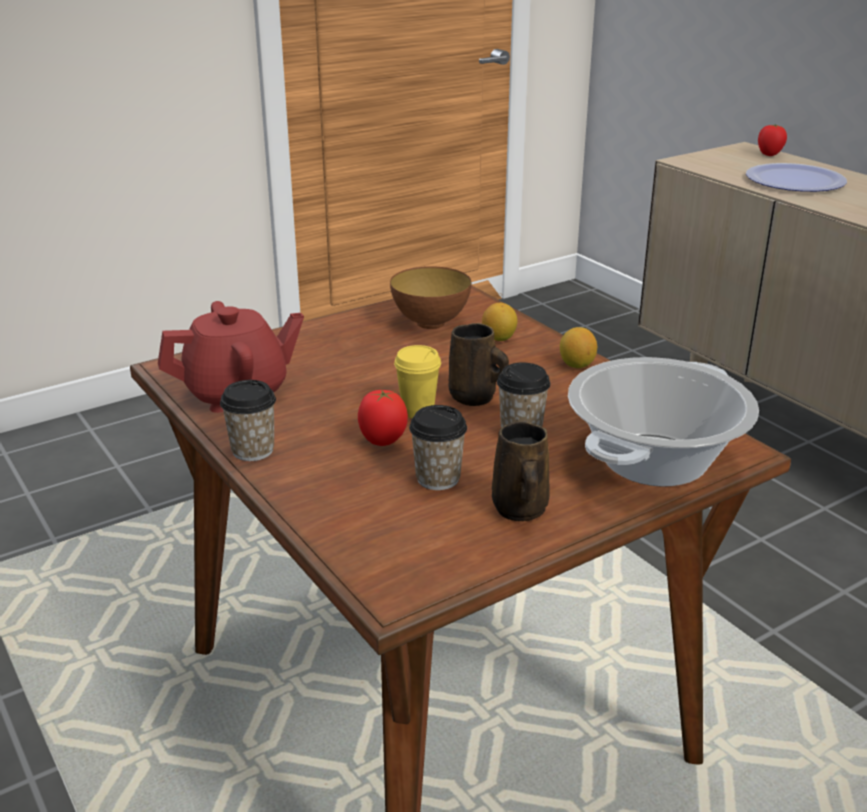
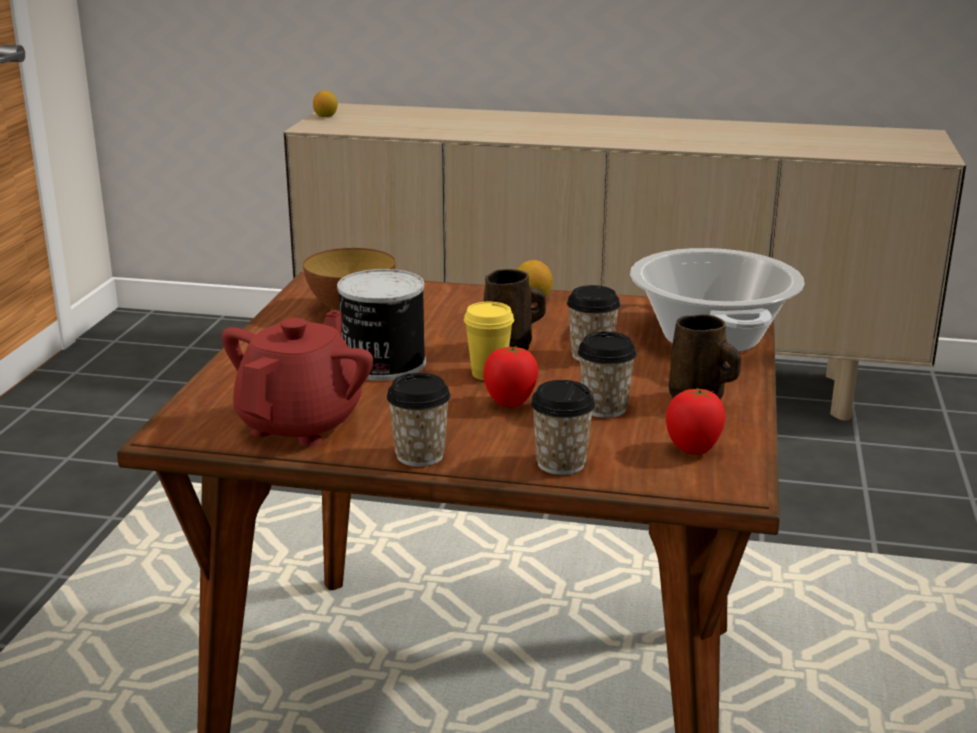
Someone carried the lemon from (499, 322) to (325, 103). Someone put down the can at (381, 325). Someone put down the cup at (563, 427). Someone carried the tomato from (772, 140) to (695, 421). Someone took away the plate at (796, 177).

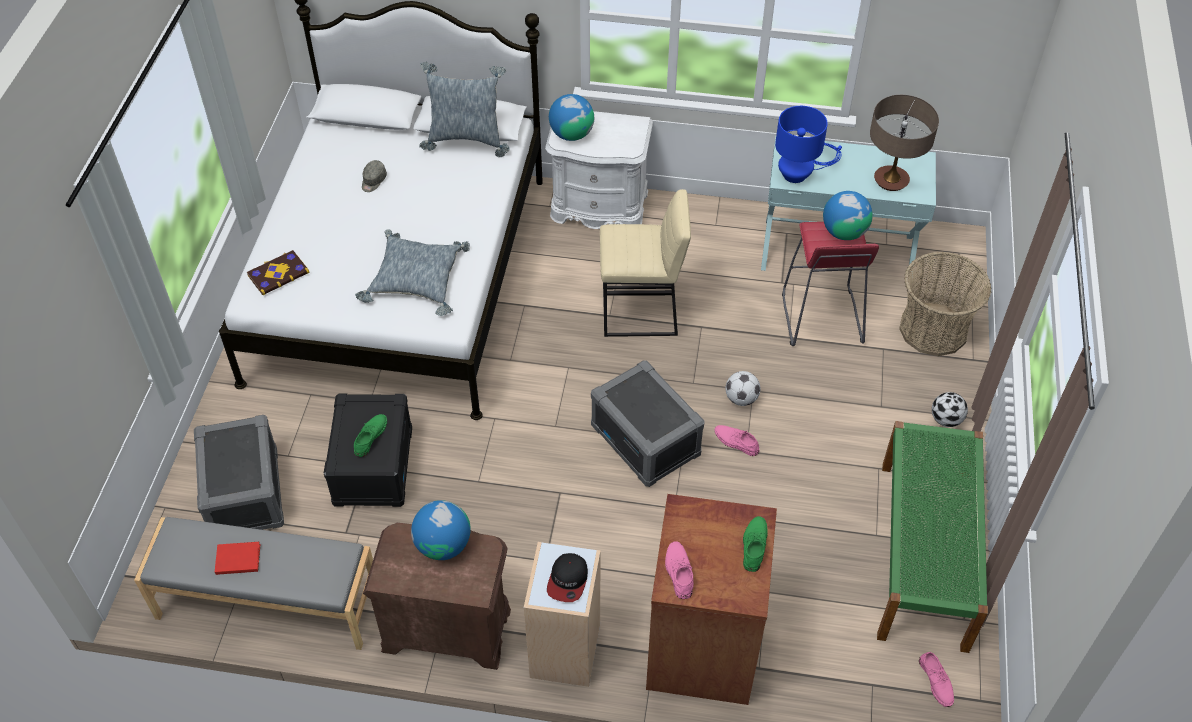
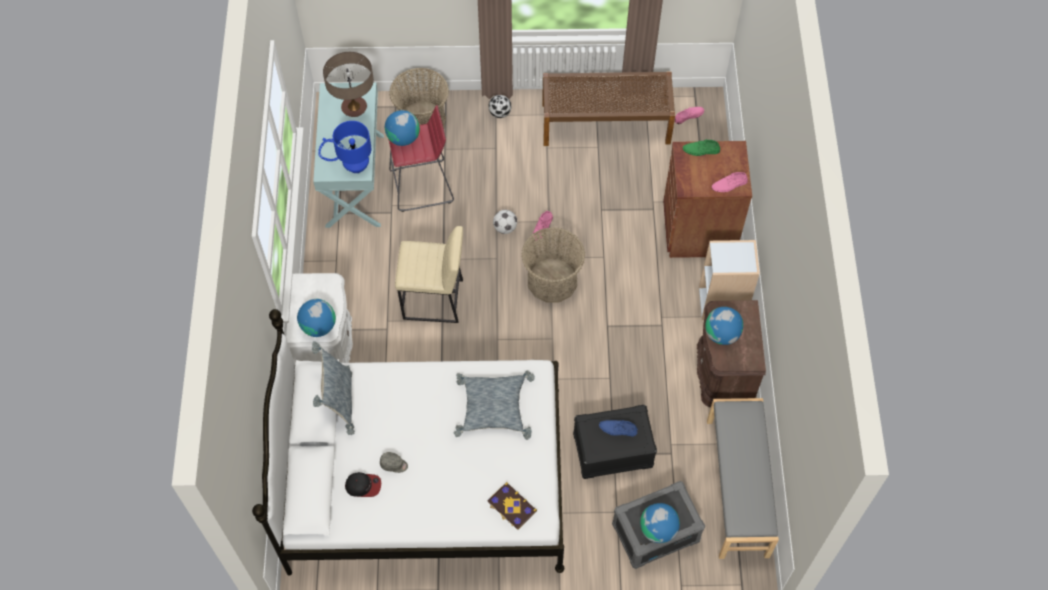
Someone carried the cap from (567, 577) to (363, 484). Someone rotated the chair in beige at (645, 263) by 105 degrees clockwise. Someone swapped the storage box in grey at (648, 423) for the basket at (553, 265). Someone repainted the bench in green at (932, 537), which became the bench in brown at (608, 109). Someone repainted the shoe in green at (370, 435), which became the shoe in blue at (618, 428). Someone put down the globe at (660, 523). Someone took away the book in red at (237, 558).

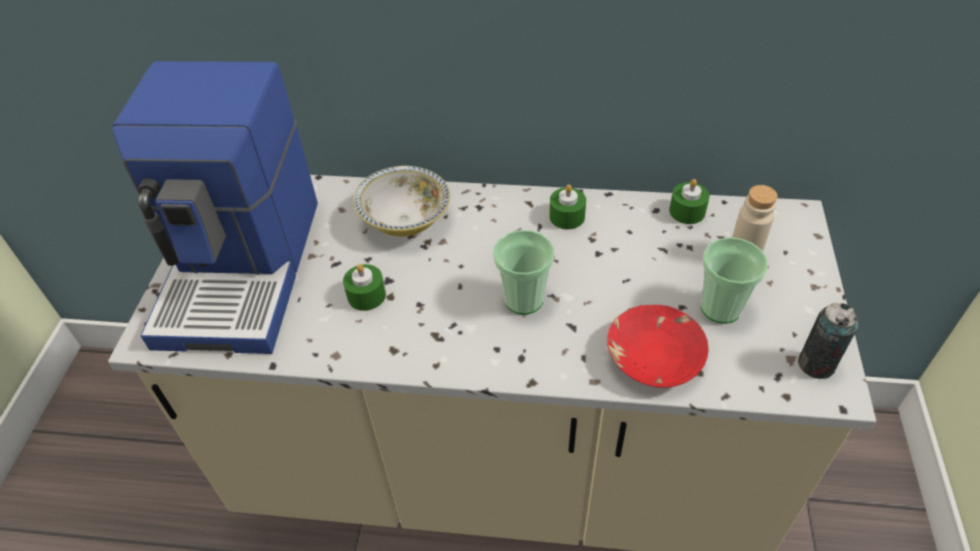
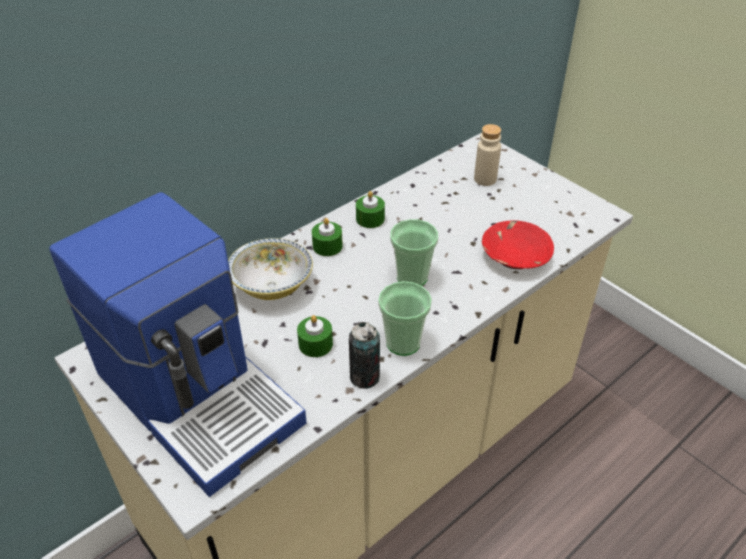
Someone carried the candle in green from (689, 201) to (327, 237). Someone carried the can from (828, 341) to (364, 355). Someone carried the cup from (734, 280) to (405, 318).

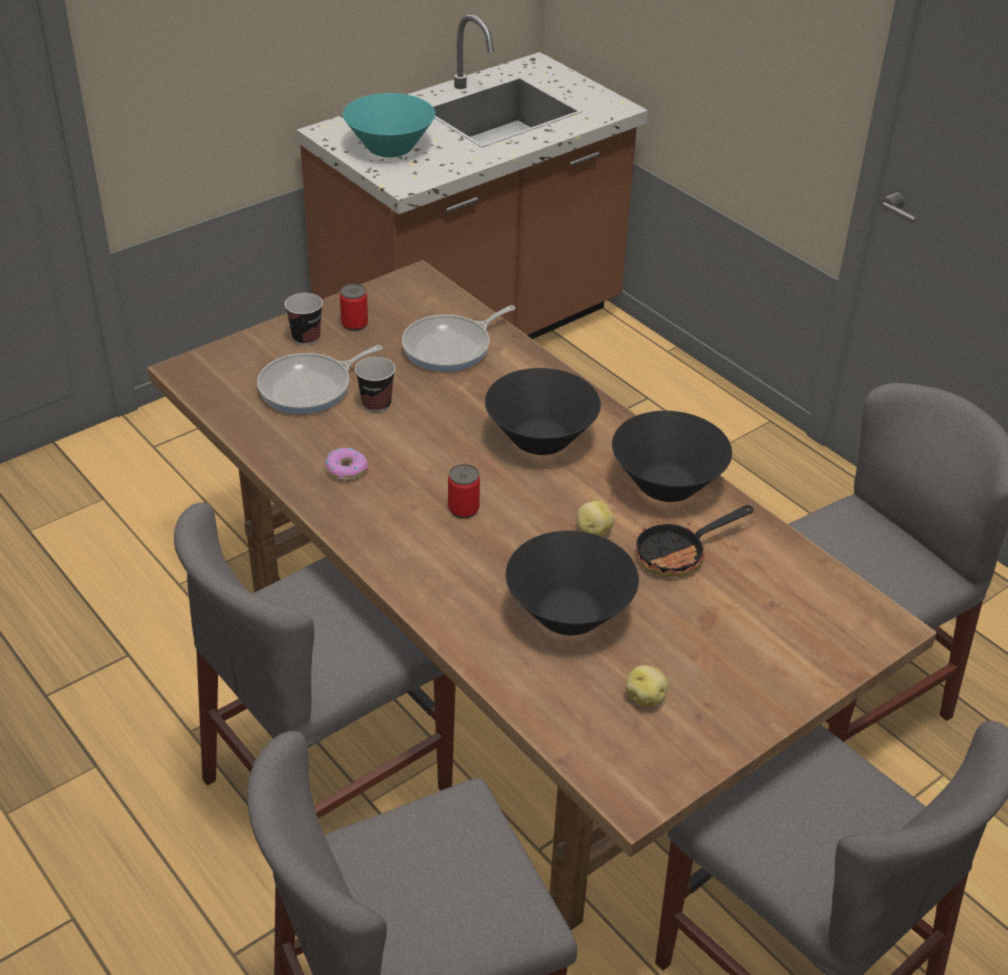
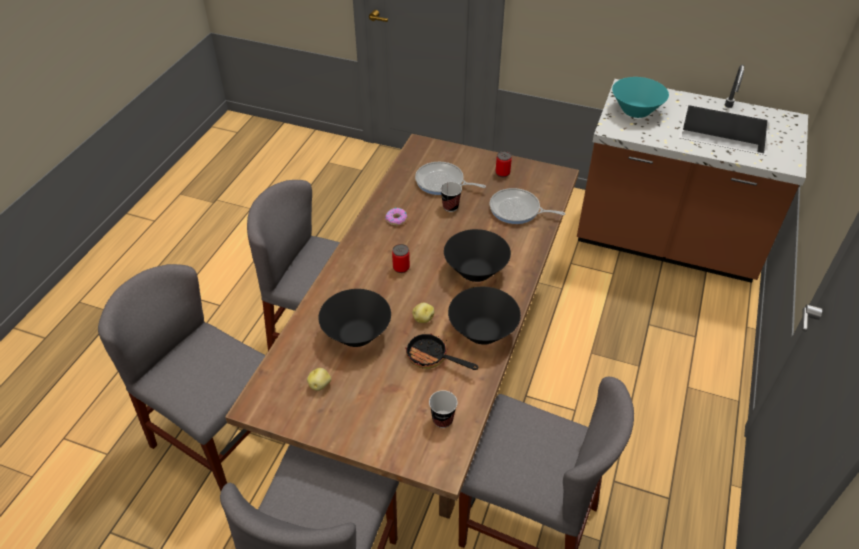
Someone carried the cup from (304, 319) to (443, 409).

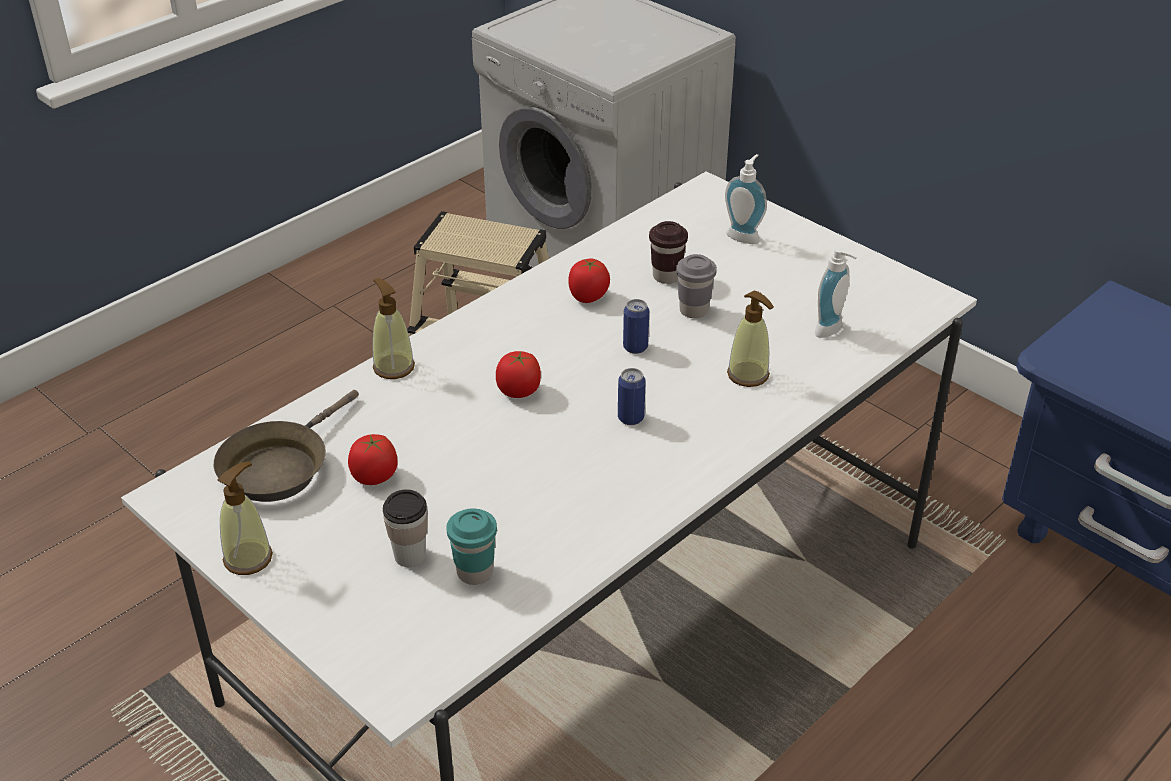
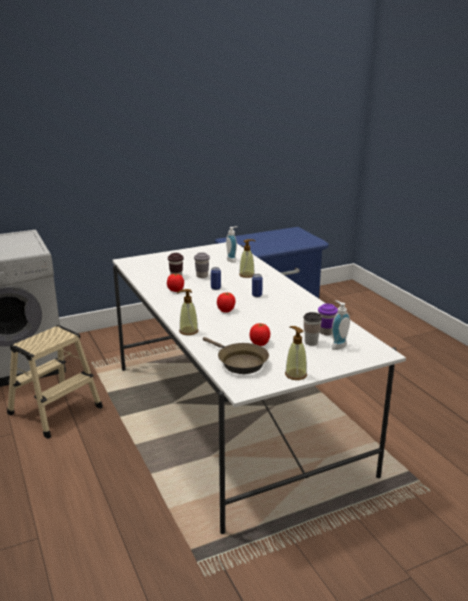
Someone repainted the cup in turquoise at (471, 546), which became the cup in purple at (328, 319). Someone carried the soap dispenser from (746, 199) to (341, 325).

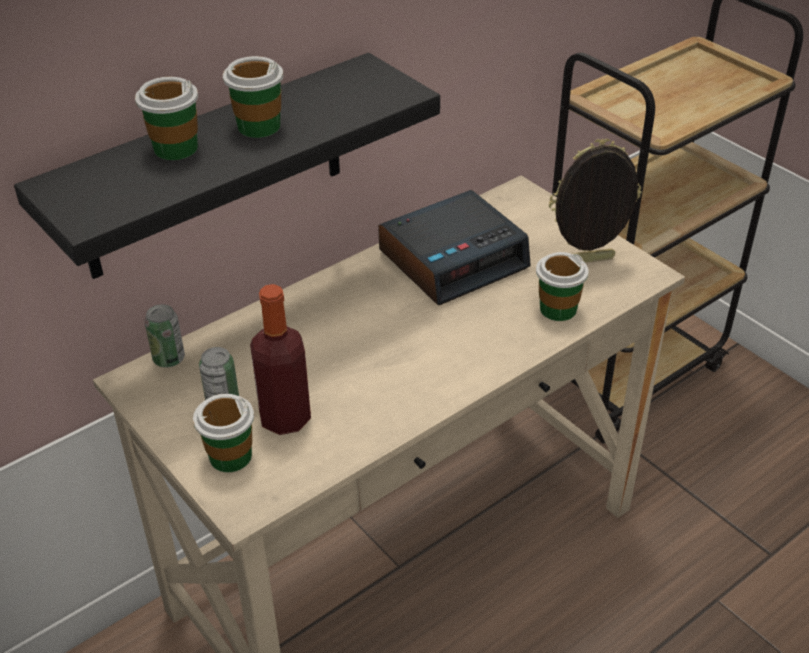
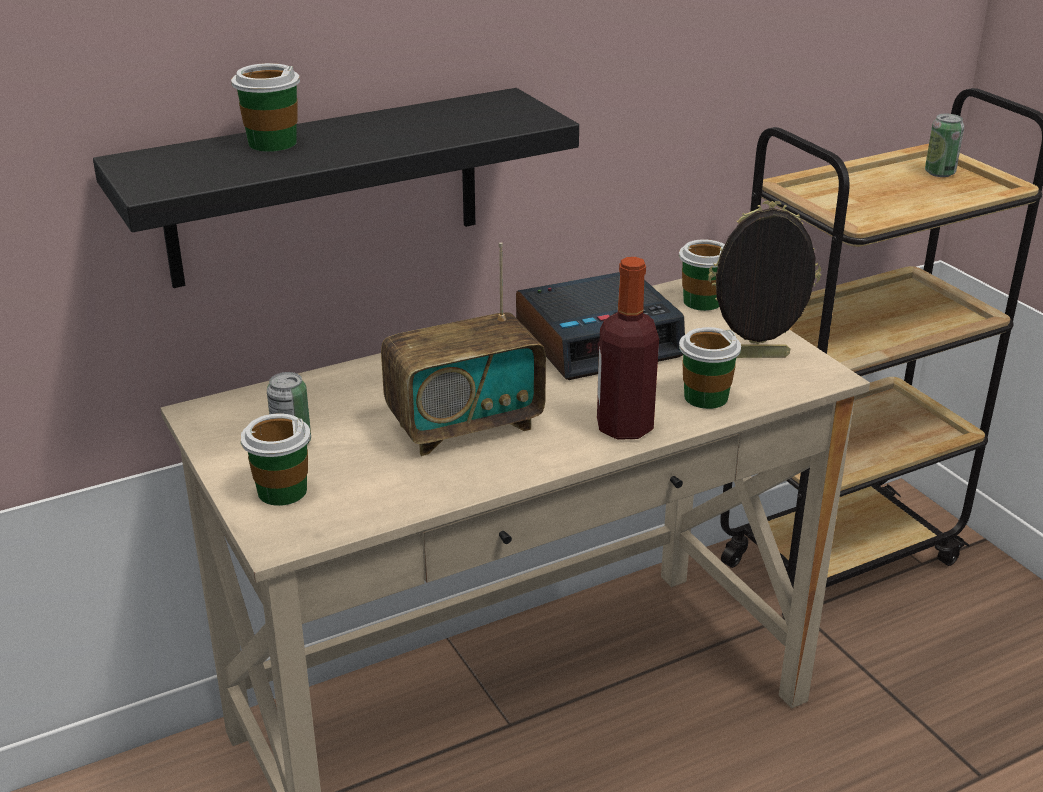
Someone put down the radio at (463, 349). Someone carried the bottle from (280, 359) to (628, 348). Someone carried the cup from (253, 97) to (702, 275). Someone carried the can from (164, 335) to (944, 145).

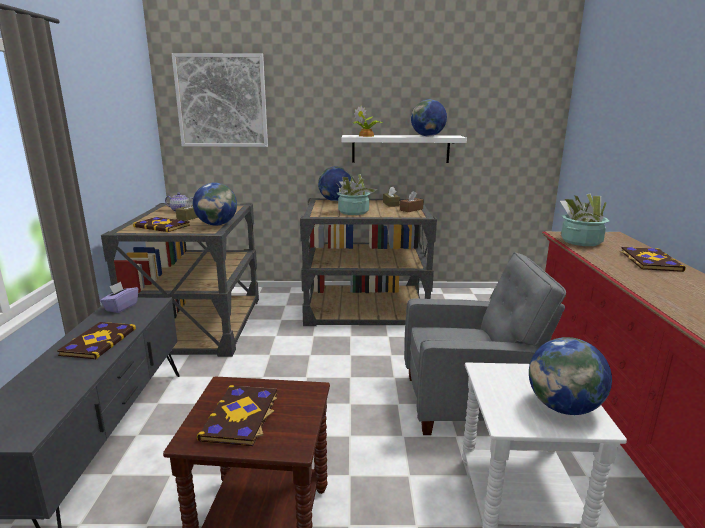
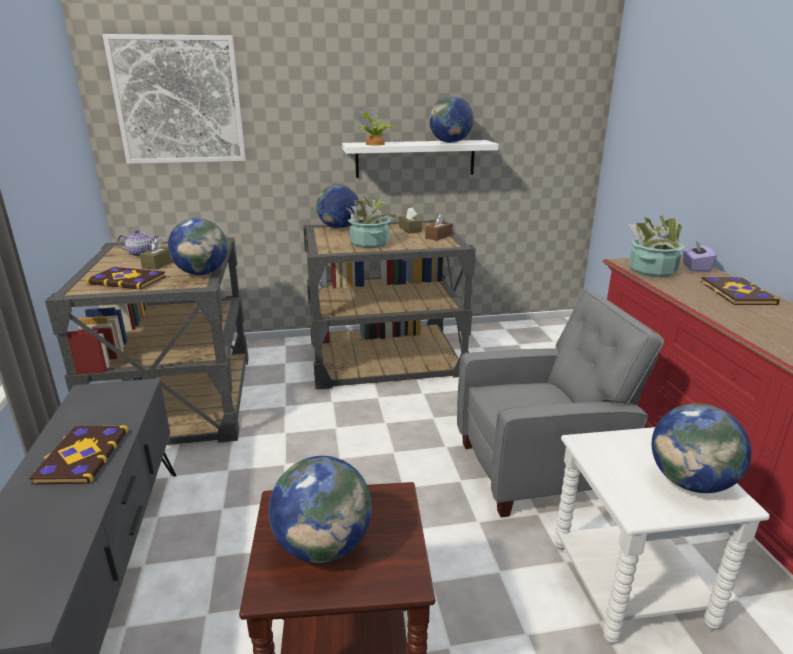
Someone swapped the book at (237, 415) for the globe at (320, 509). Someone carried the tissue box in purple from (119, 297) to (699, 256).

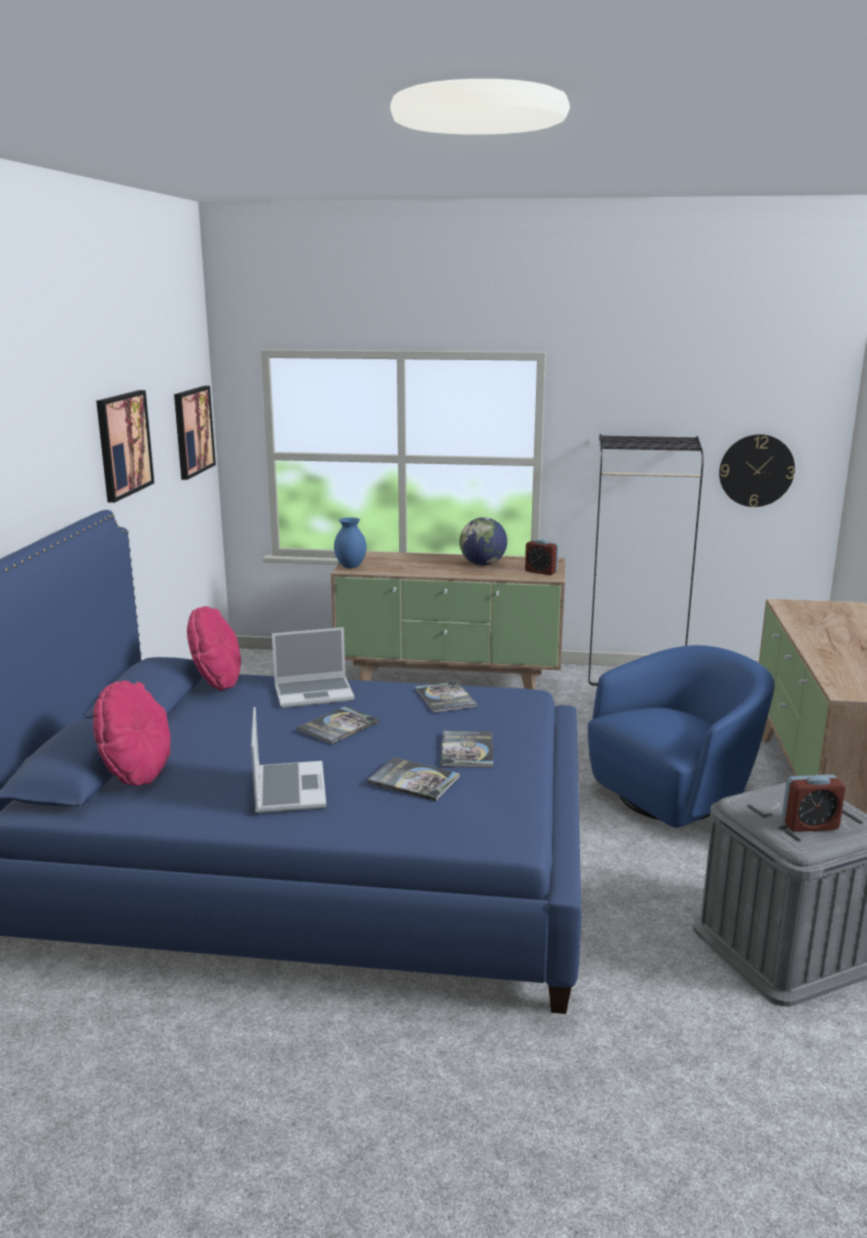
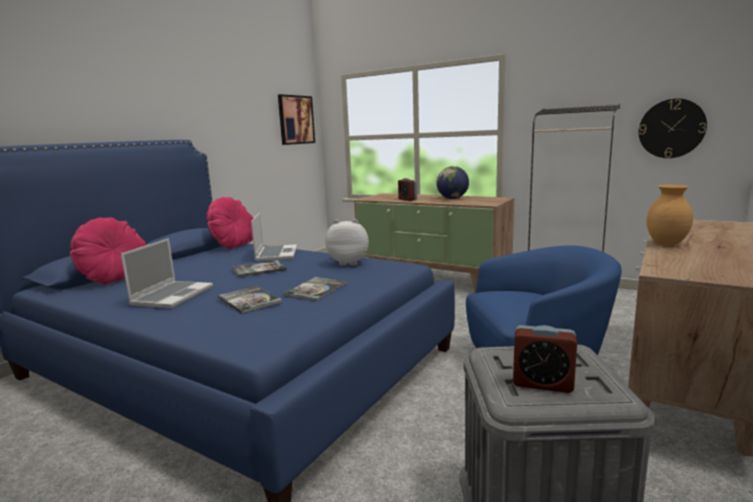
Someone rotated the laptop at (313, 667) by 105 degrees counterclockwise. Someone swapped the book at (446, 697) for the plush toy at (347, 242). Someone carried the alarm clock from (542, 557) to (407, 189). Someone put down the vase in brown at (670, 215). Someone took away the picture at (125, 446). Someone took away the vase in blue at (350, 542).

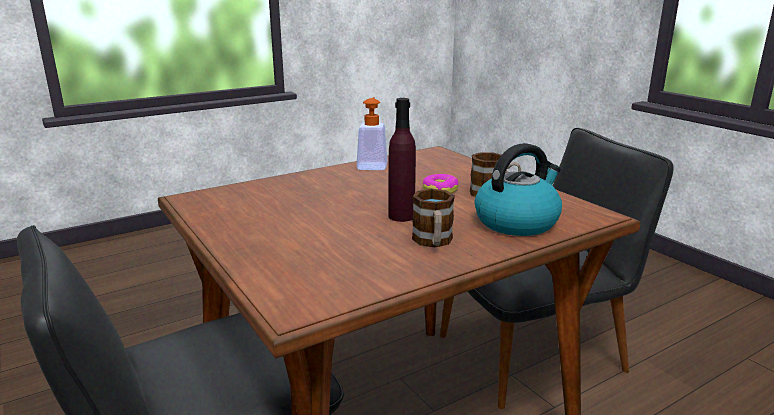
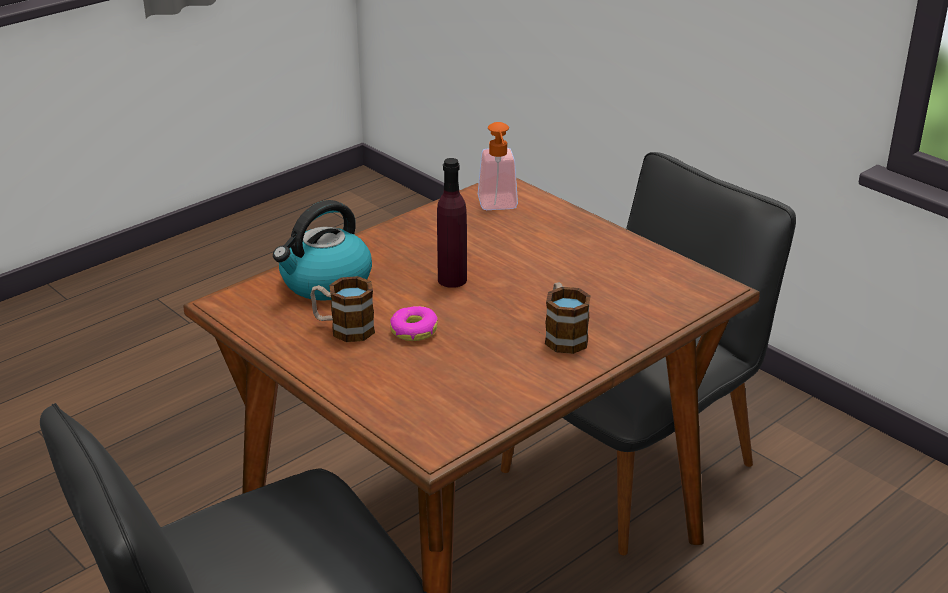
Someone carried the soap dispenser from (372, 133) to (498, 166). Someone carried the mug from (433, 218) to (568, 318).

